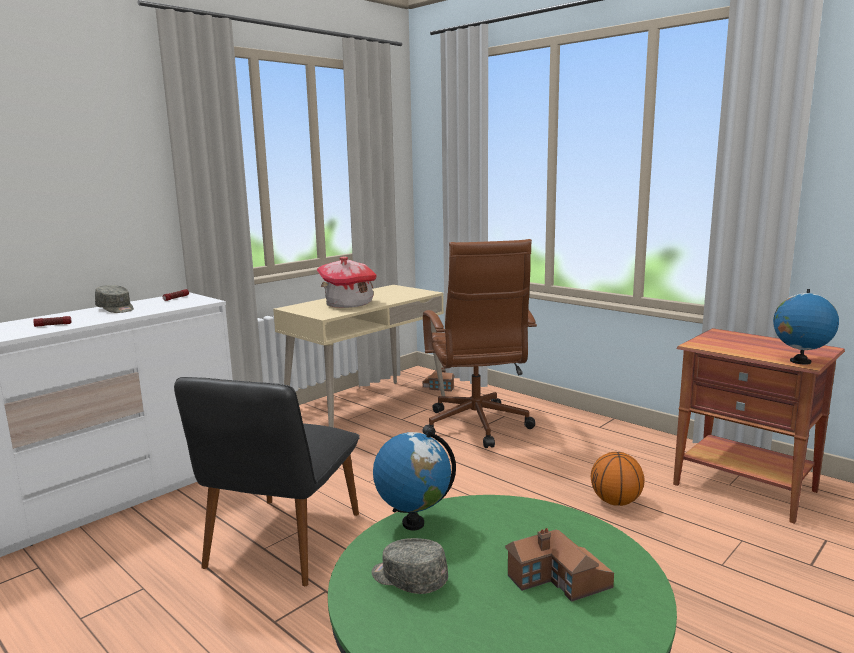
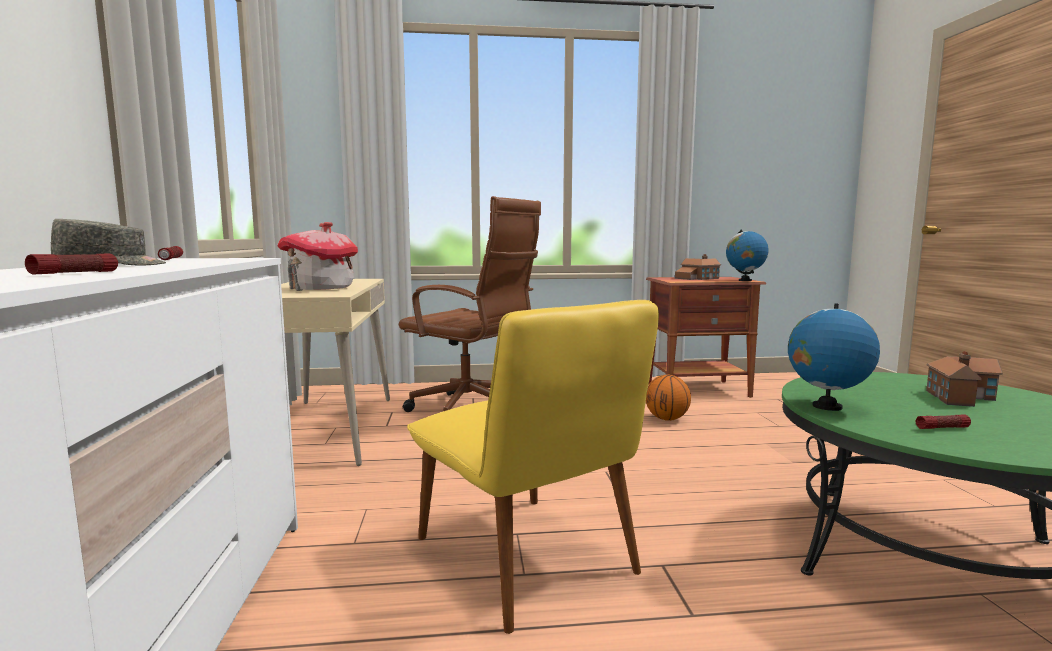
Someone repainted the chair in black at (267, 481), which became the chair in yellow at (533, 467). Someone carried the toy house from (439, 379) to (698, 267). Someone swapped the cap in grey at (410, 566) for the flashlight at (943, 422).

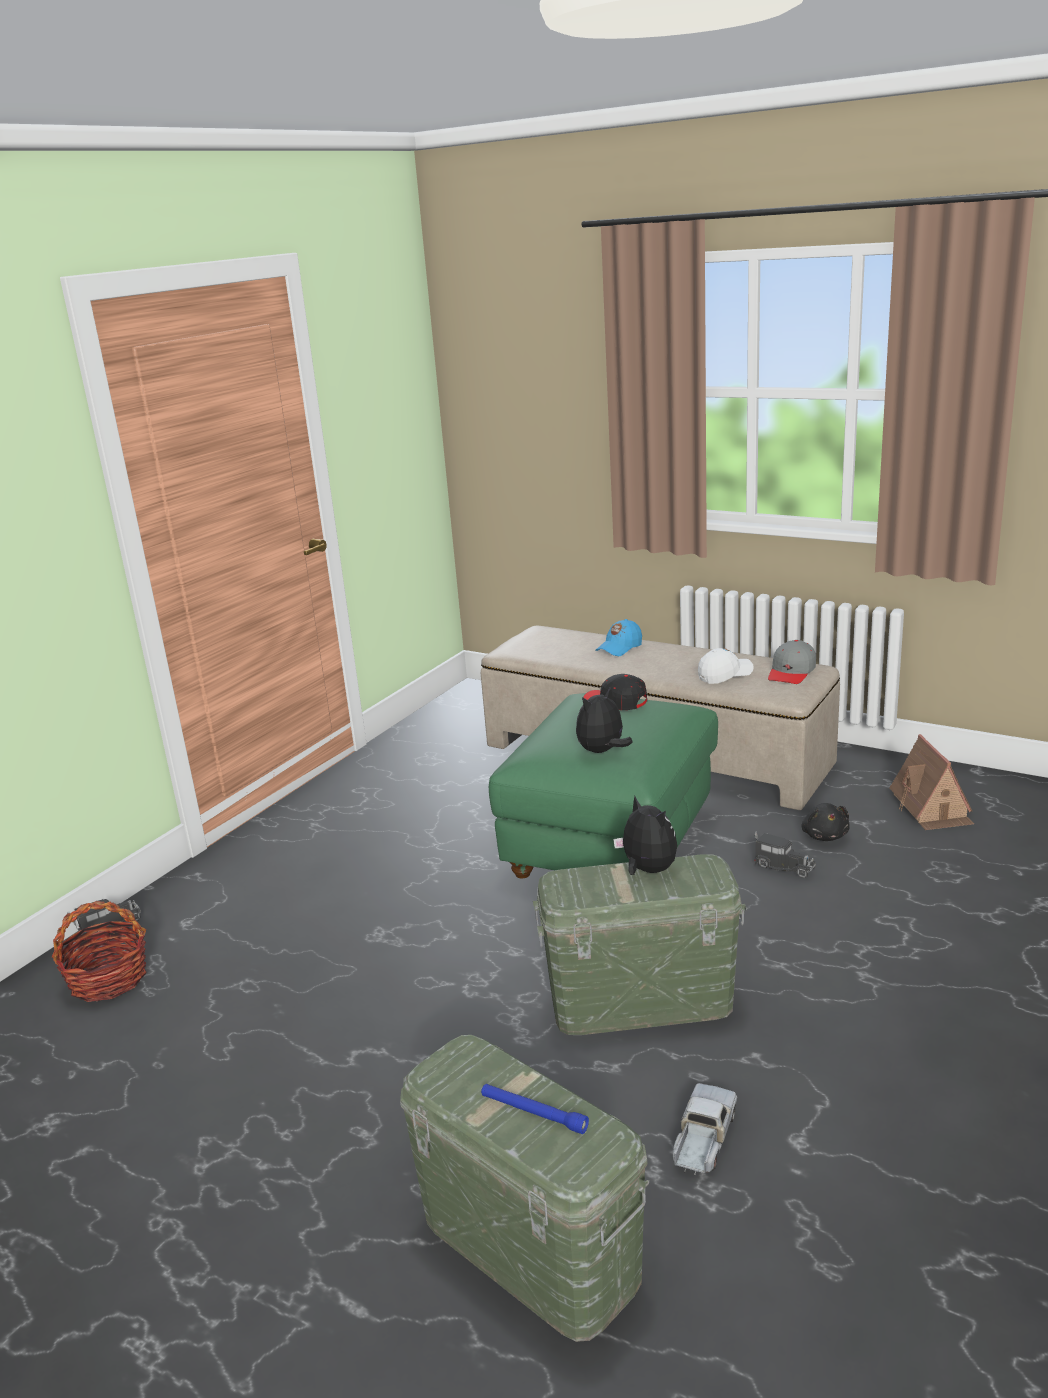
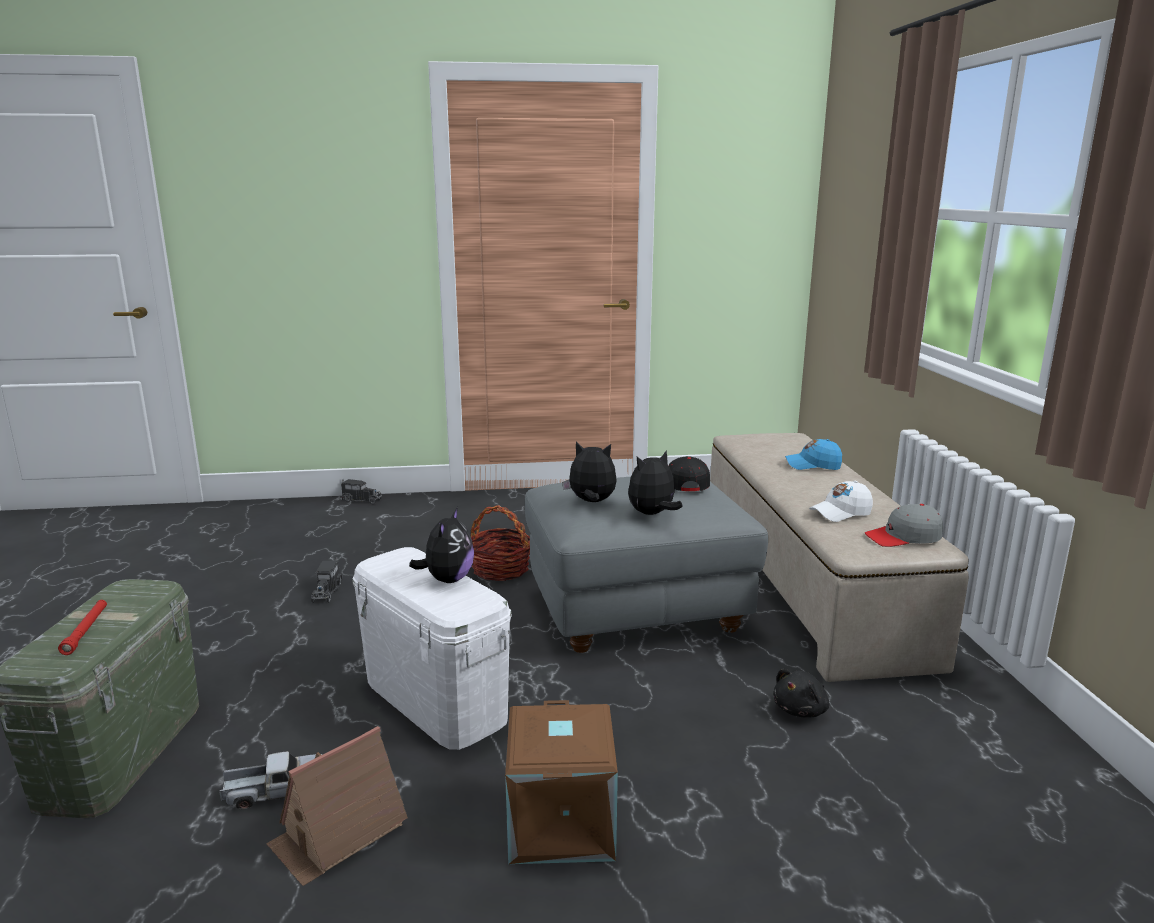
Someone repainted the flashlight in blue at (535, 1109), which became the flashlight in red at (82, 627). Someone carried the toy house from (931, 782) to (337, 806). Someone carried the toy truck from (785, 855) to (327, 580). Someone repainted the storage box in green at (639, 944), which became the storage box in white at (432, 648). Someone carried the basket from (99, 951) to (500, 543). Someone put down the storage box in brown at (561, 782). Someone repainted the ottoman in green at (603, 785), which became the ottoman in grey at (646, 565). Someone put down the plush toy at (655, 482). Someone rotated the cap in white at (726, 666) by 135 degrees clockwise.

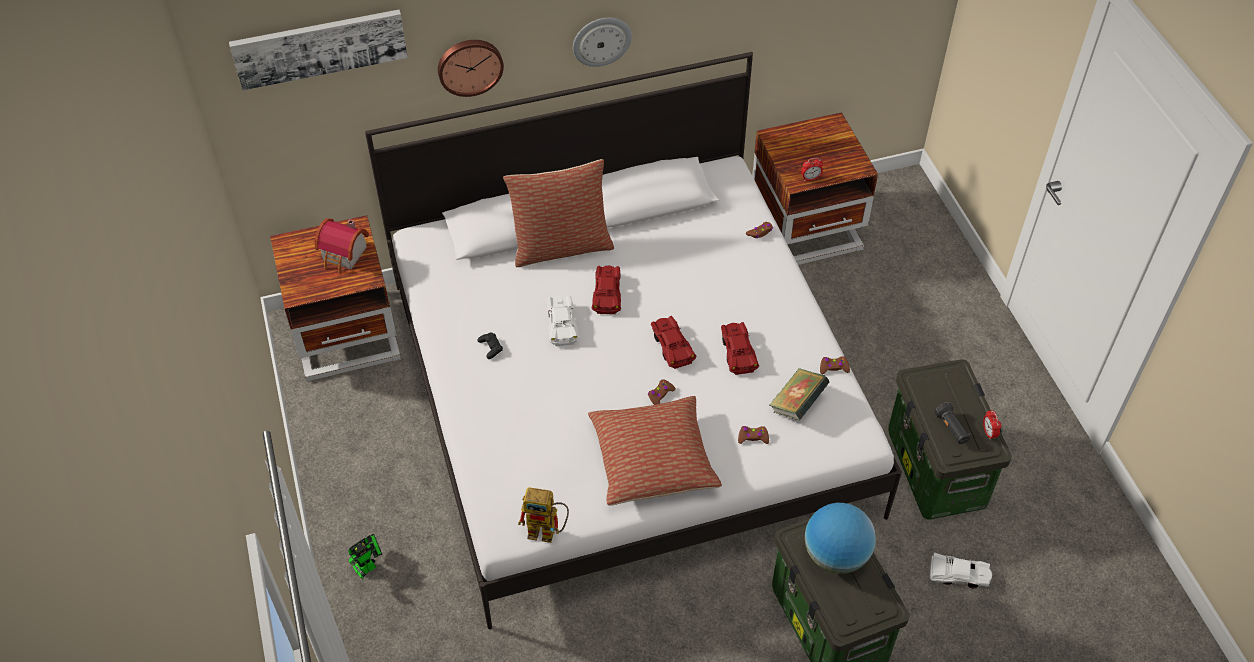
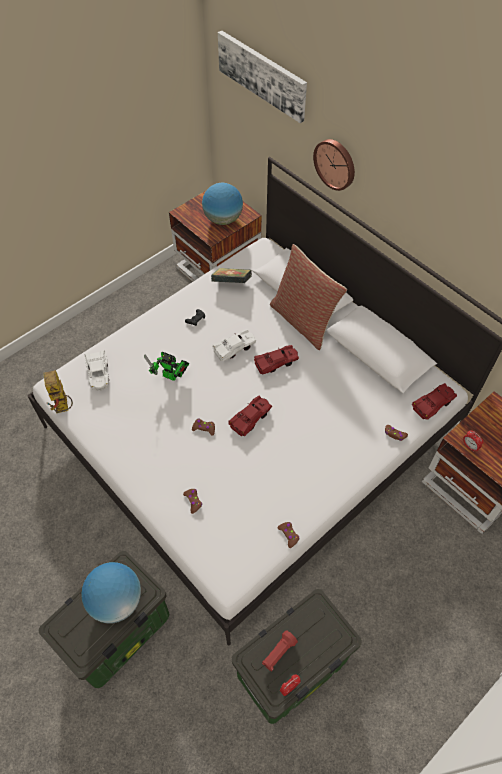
Someone carried the toy car in white from (961, 570) to (96, 370). Someone carried the toy robot from (365, 557) to (166, 366). Someone swapped the toy house at (342, 246) for the globe at (222, 204). Someone carried the book from (799, 394) to (231, 275). Someone repainted the flashlight in black at (953, 423), which became the flashlight in red at (280, 650). Someone carried the toy car in red from (740, 348) to (434, 401). Someone took away the wall clock at (602, 42). Someone took away the pillow at (655, 451).

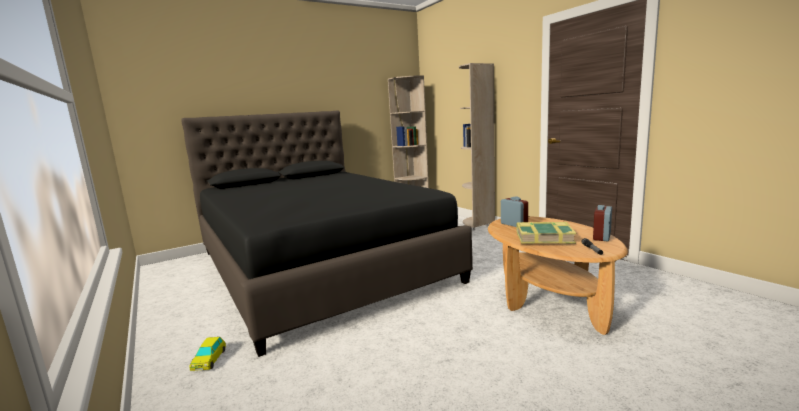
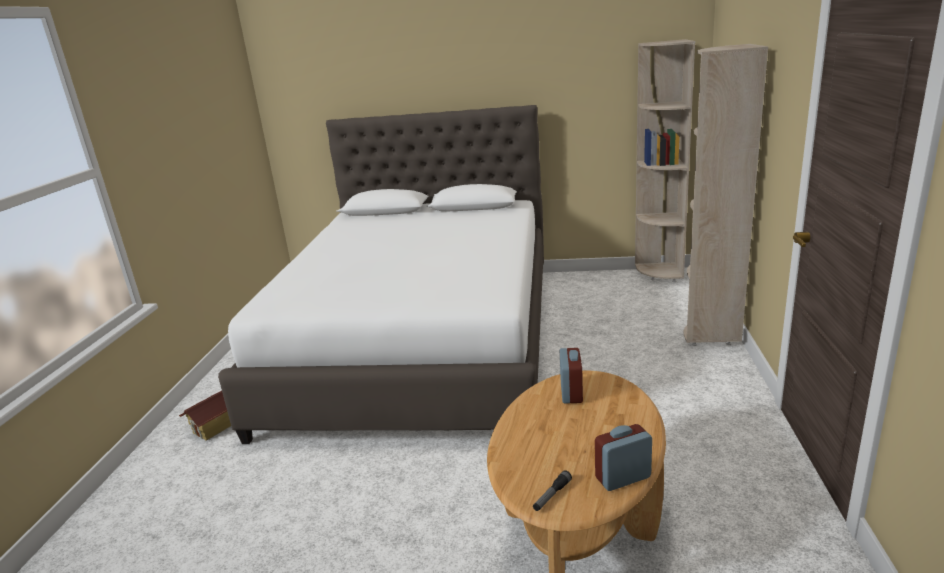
Someone swapped the toy car at (208, 354) for the toy house at (205, 416). Someone repainted the bed in black at (327, 234), which became the bed in white at (381, 274). Someone took away the book at (546, 233).

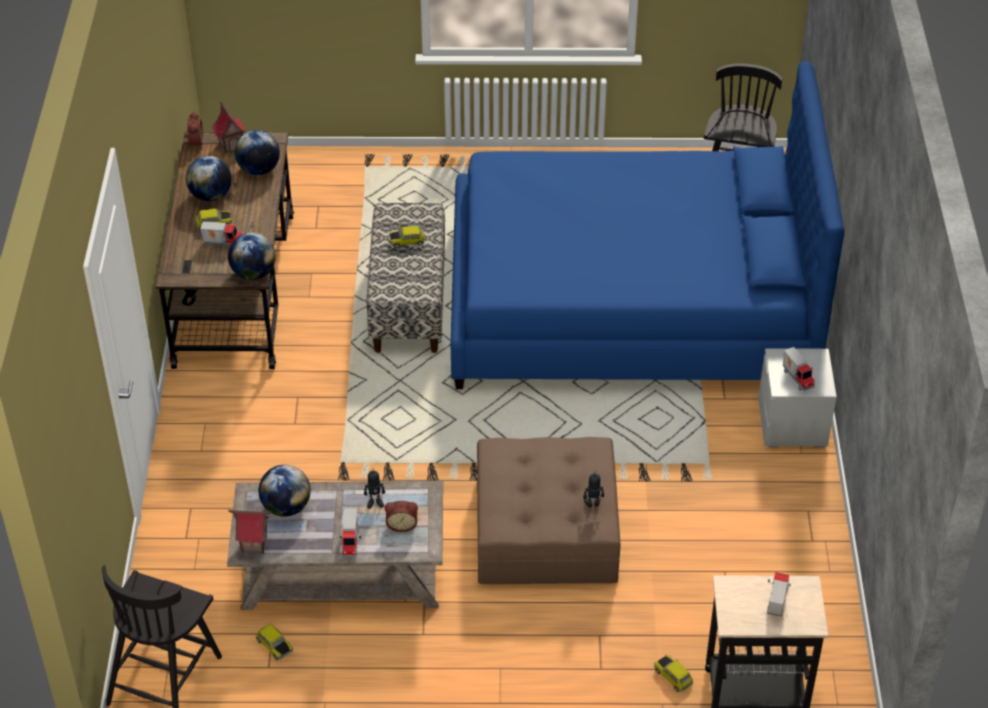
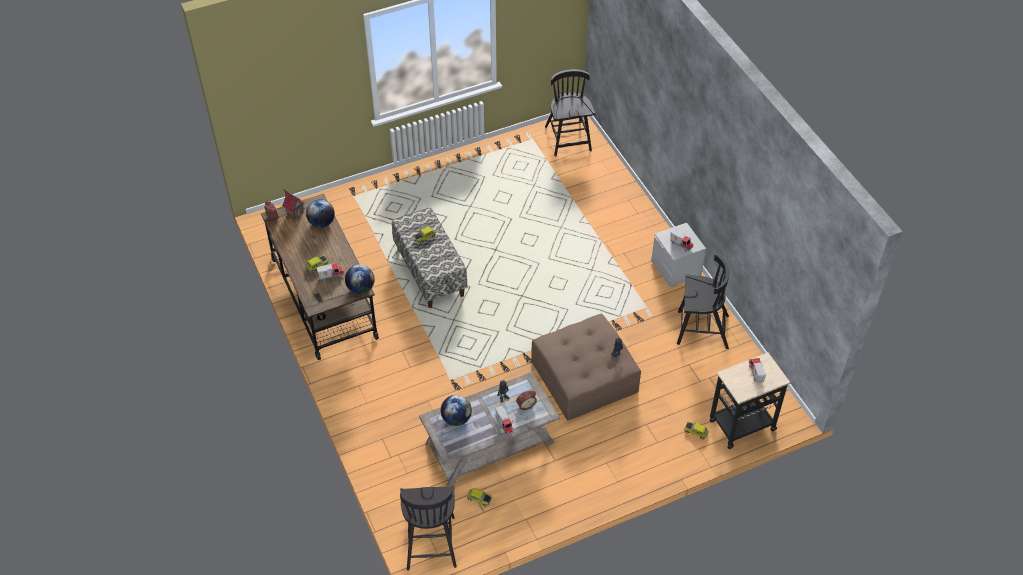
Someone put down the chair in black at (703, 302). Someone took away the globe at (209, 178). Someone took away the toy house at (249, 532). Someone took away the bed in blue at (648, 225).

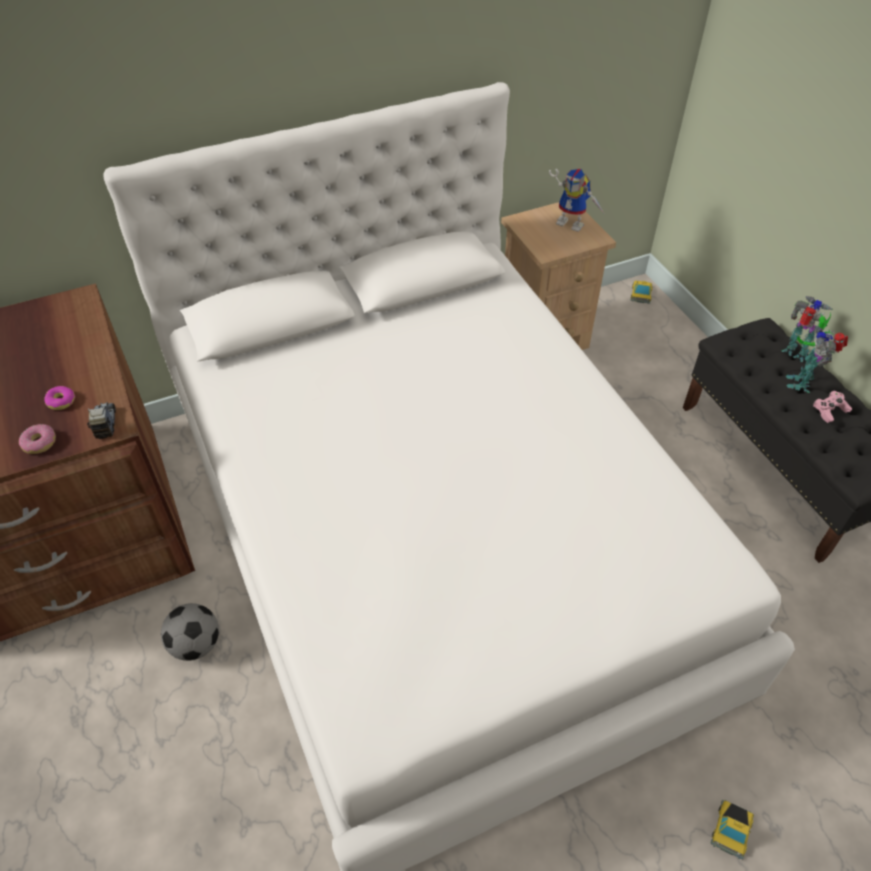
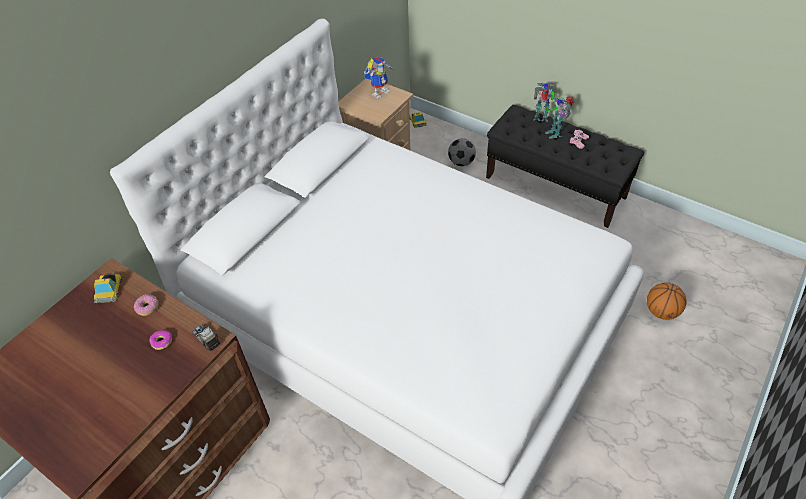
Someone carried the toy car from (732, 830) to (108, 288). Someone carried the donut from (37, 439) to (146, 305). Someone rotated the toy robot at (576, 200) by 45 degrees counterclockwise. Someone carried the football from (190, 632) to (462, 152). Someone put down the basketball at (666, 301).

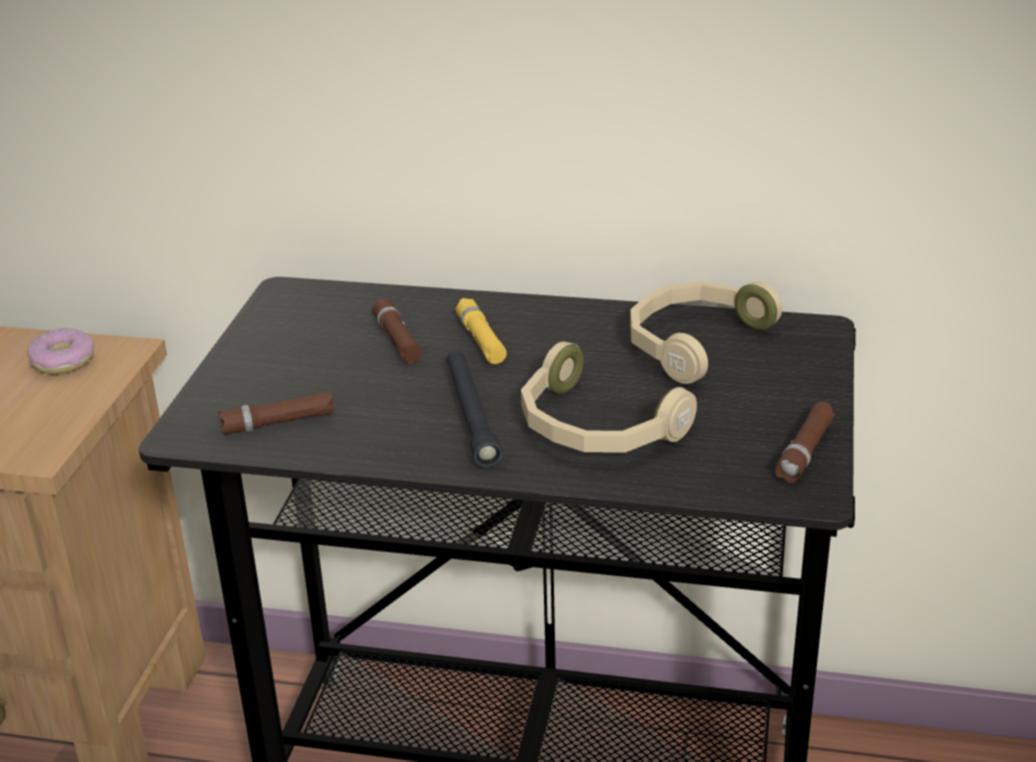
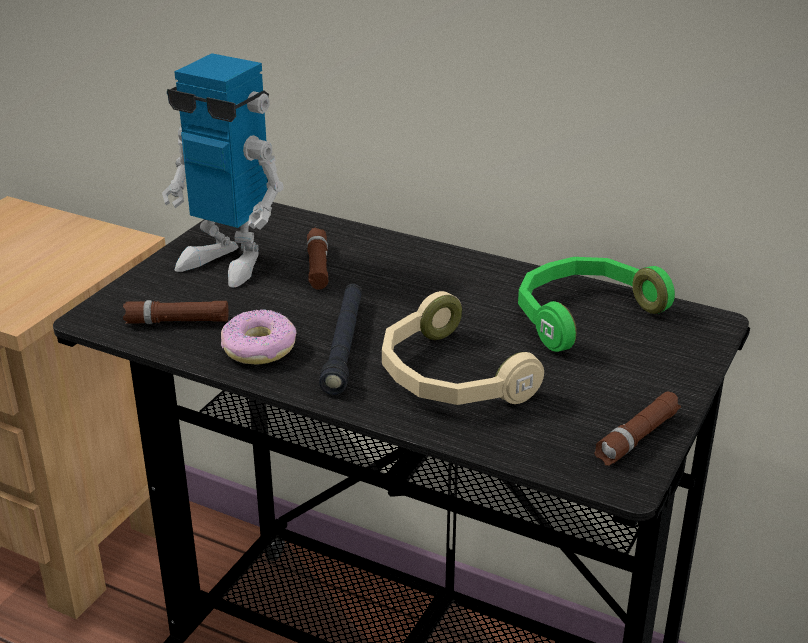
Someone put down the toy robot at (223, 170). Someone carried the donut from (60, 351) to (258, 337). Someone repainted the headphones in beige at (706, 332), which became the headphones in green at (596, 304). Someone took away the flashlight in yellow at (481, 331).

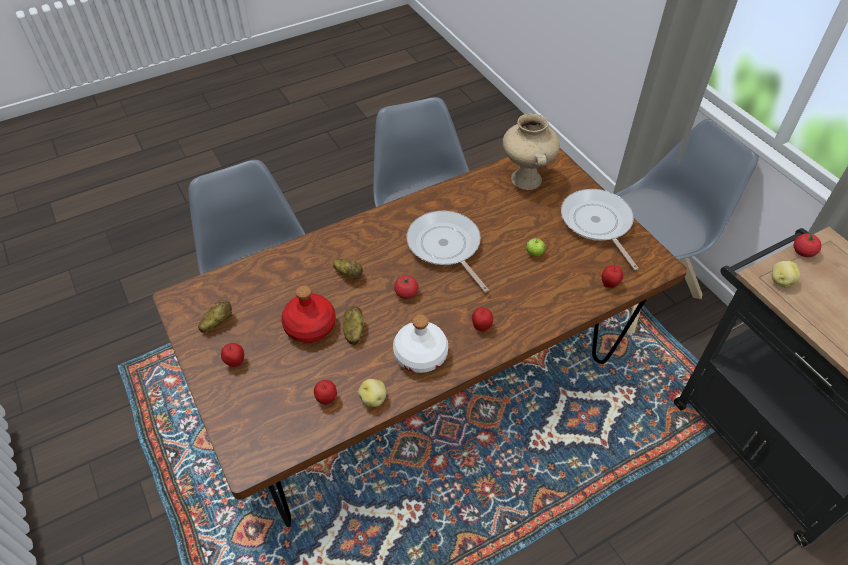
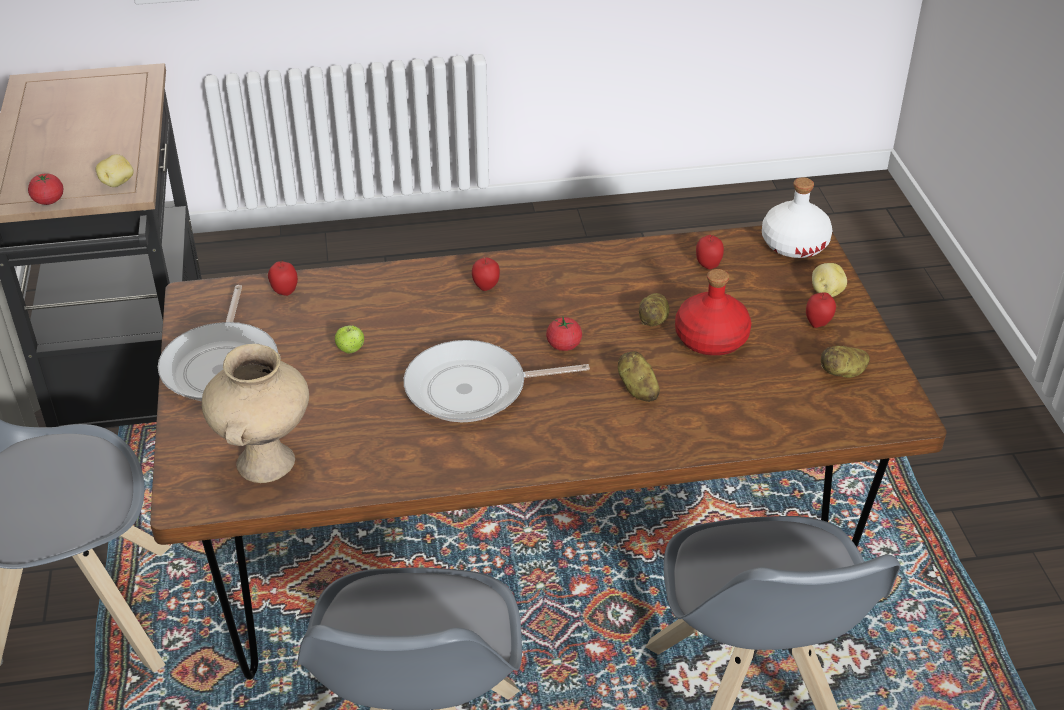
Someone rotated the frying pan at (448, 251) by 90 degrees clockwise. Someone carried the bottle in white from (420, 343) to (797, 217). Someone carried the potato from (372, 393) to (829, 280).

